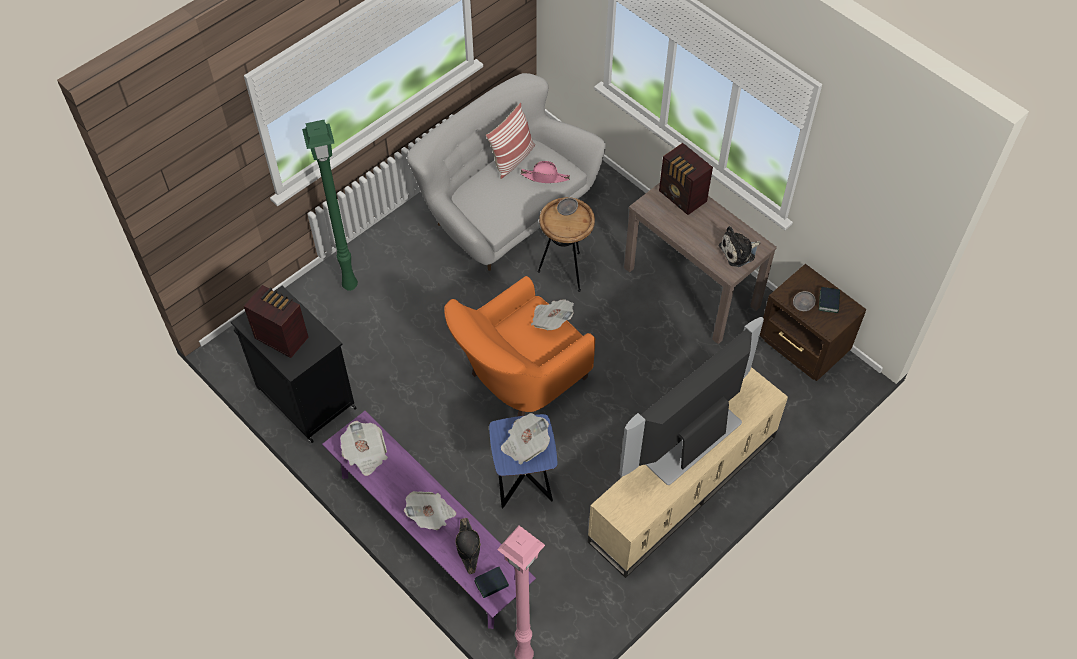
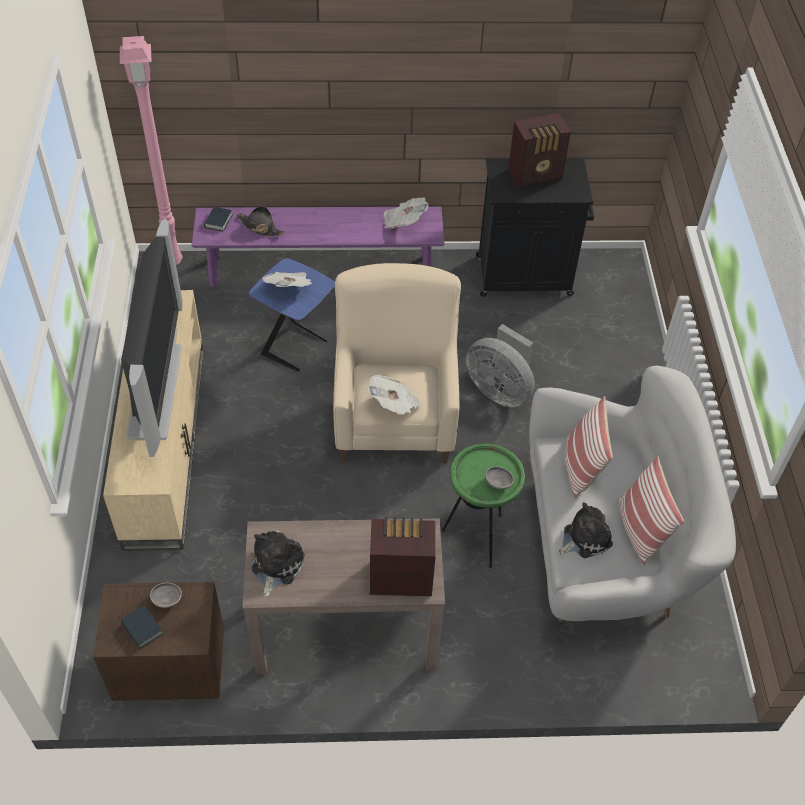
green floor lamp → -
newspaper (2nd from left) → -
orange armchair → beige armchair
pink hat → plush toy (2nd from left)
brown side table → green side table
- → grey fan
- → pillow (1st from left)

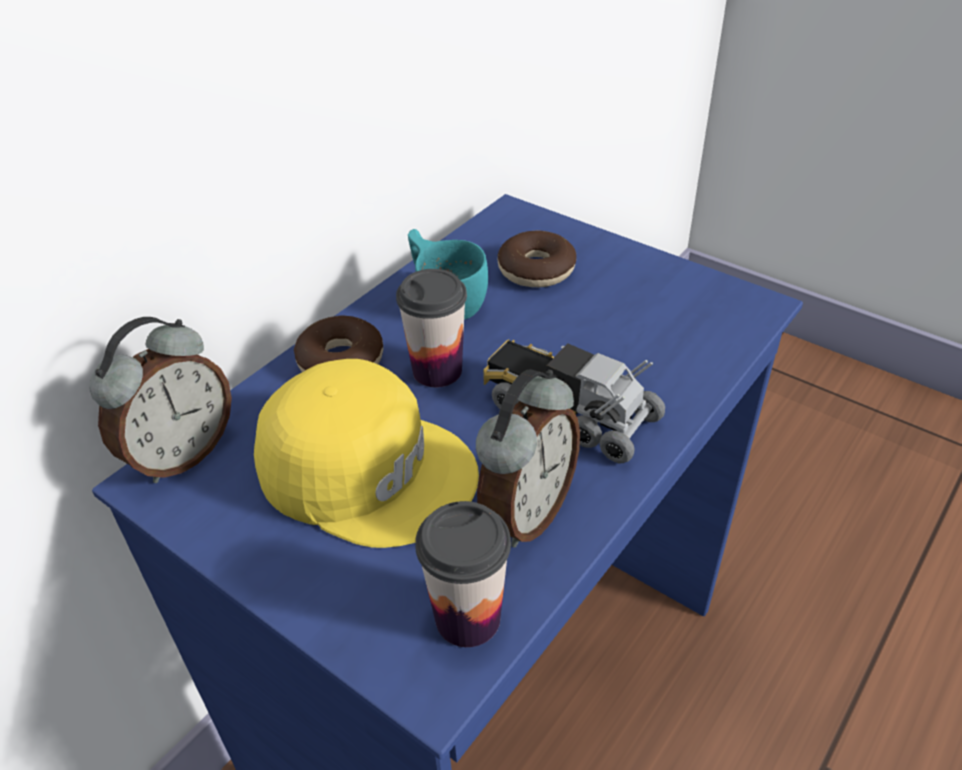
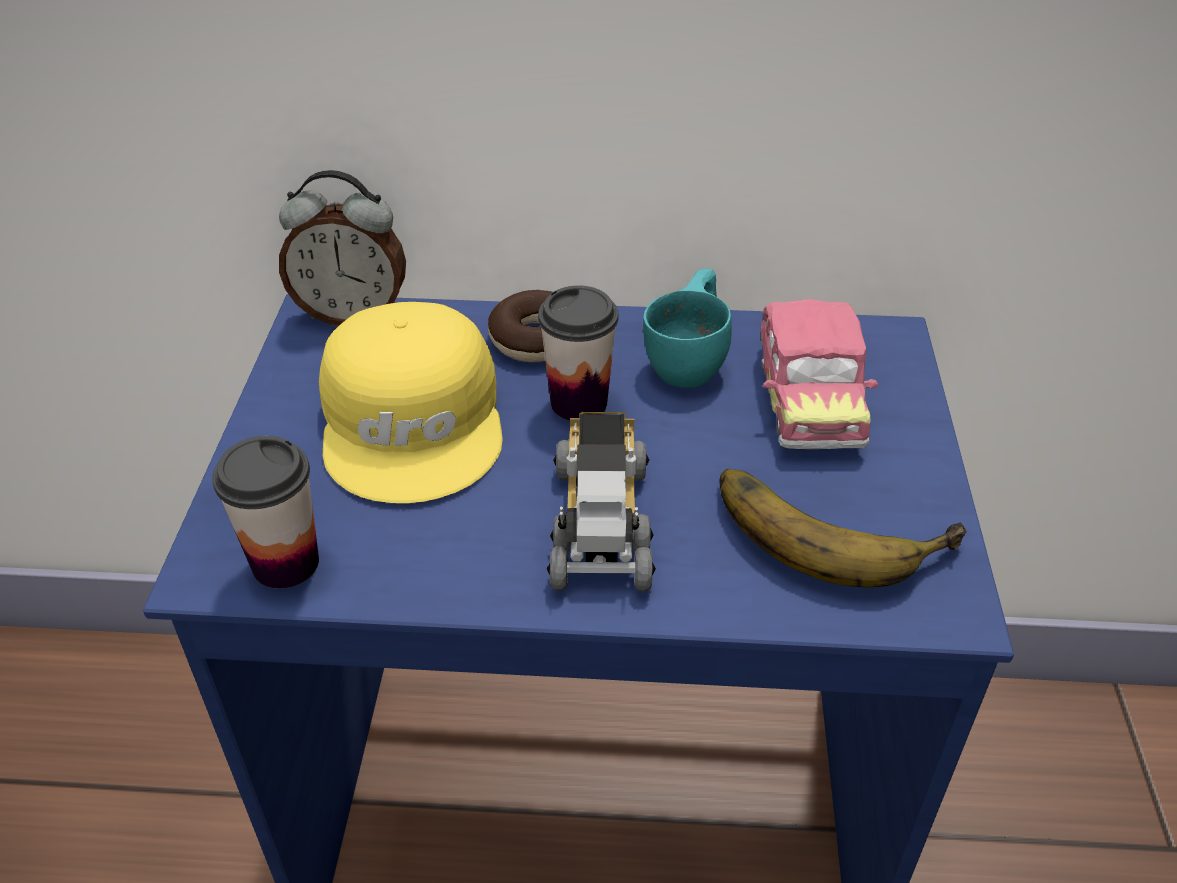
alarm clock (2nd from left) → -
donut (2nd from left) → toy car
- → banana

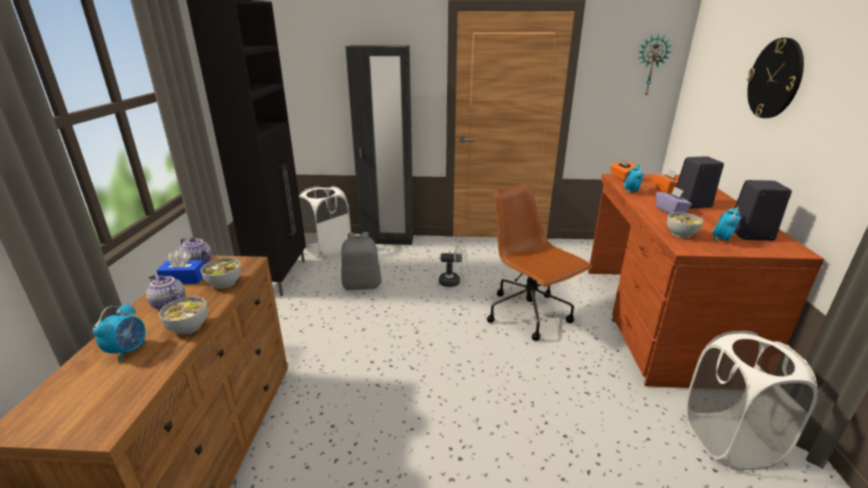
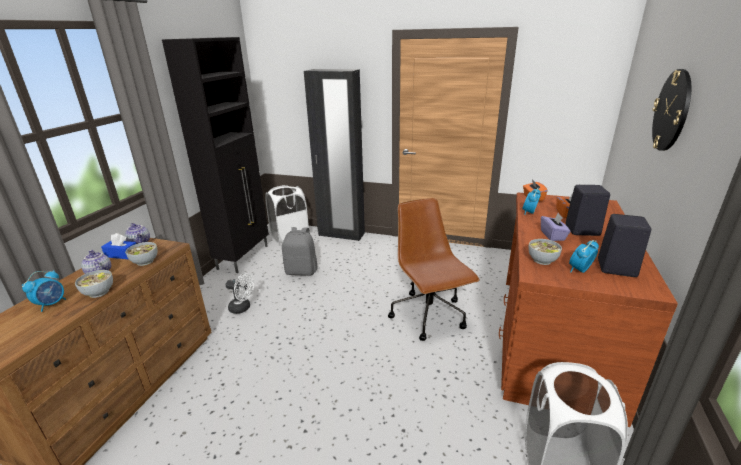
white fan, moved
wall clock (1st from left) → -

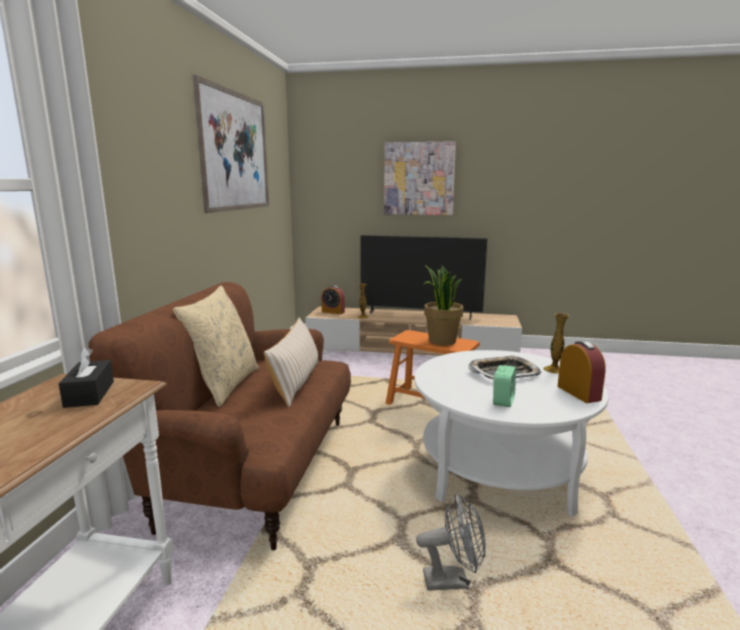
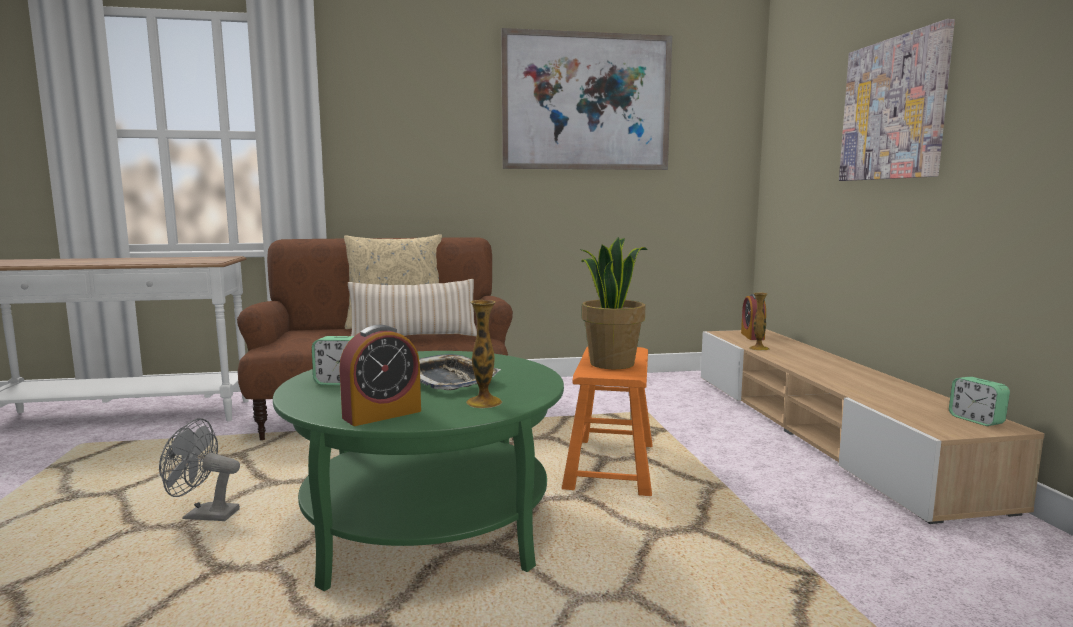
black tissue box → -
television → -
white coffee table → green coffee table
grey fan, 120 degrees clockwise
- → alarm clock (4th from left)

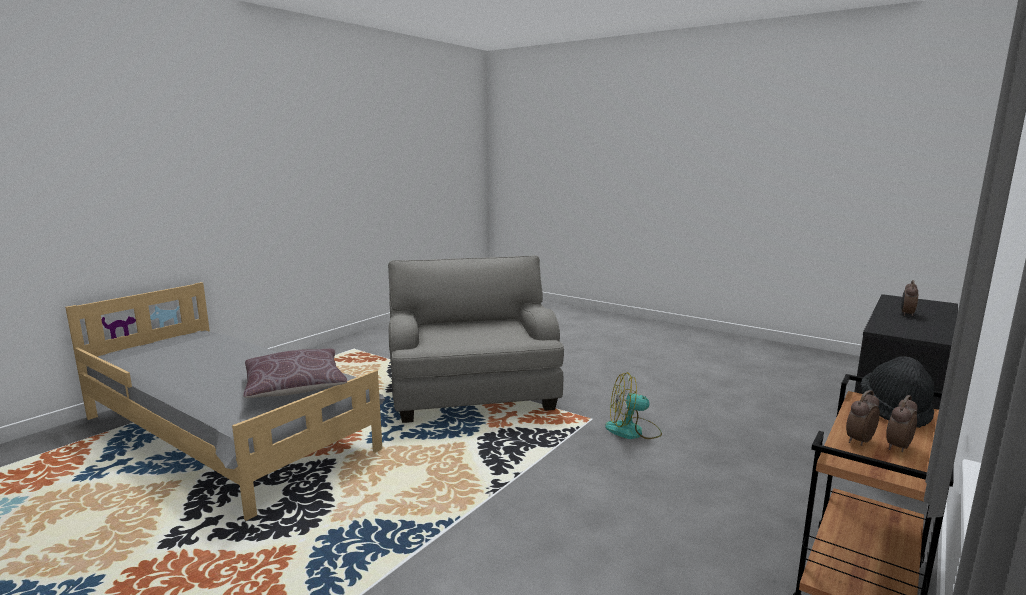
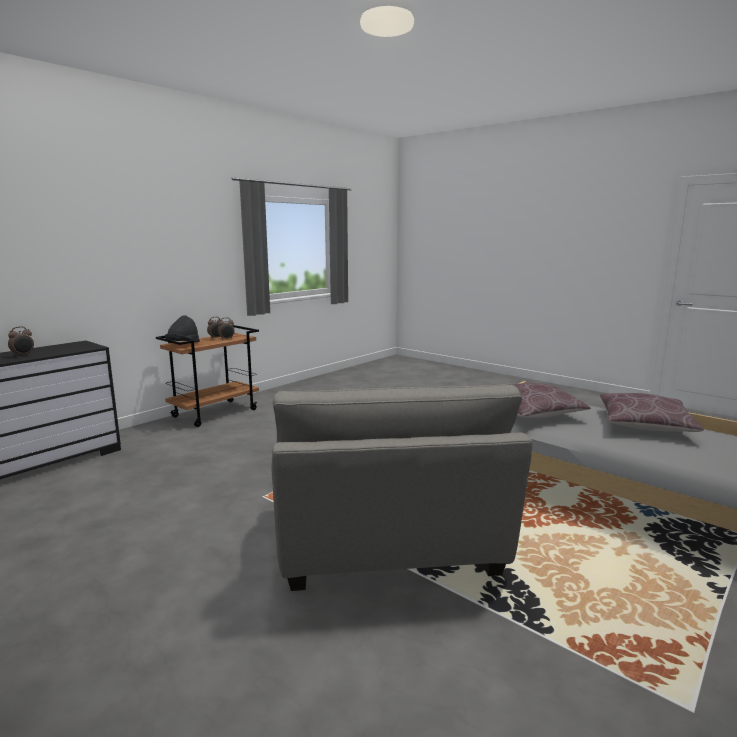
fan → -
- → brown pillow (2nd from left)

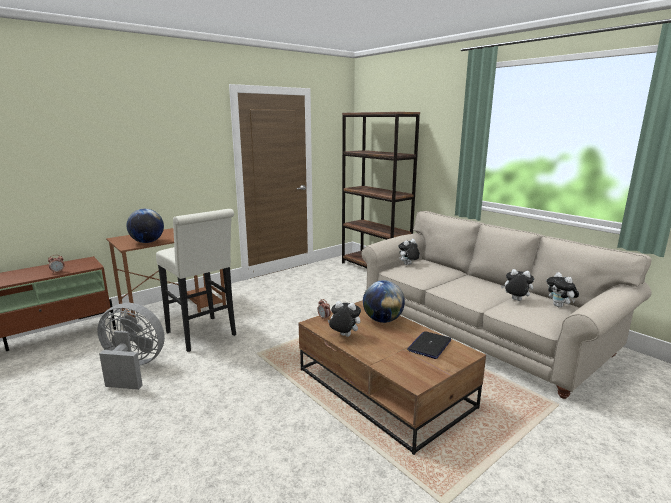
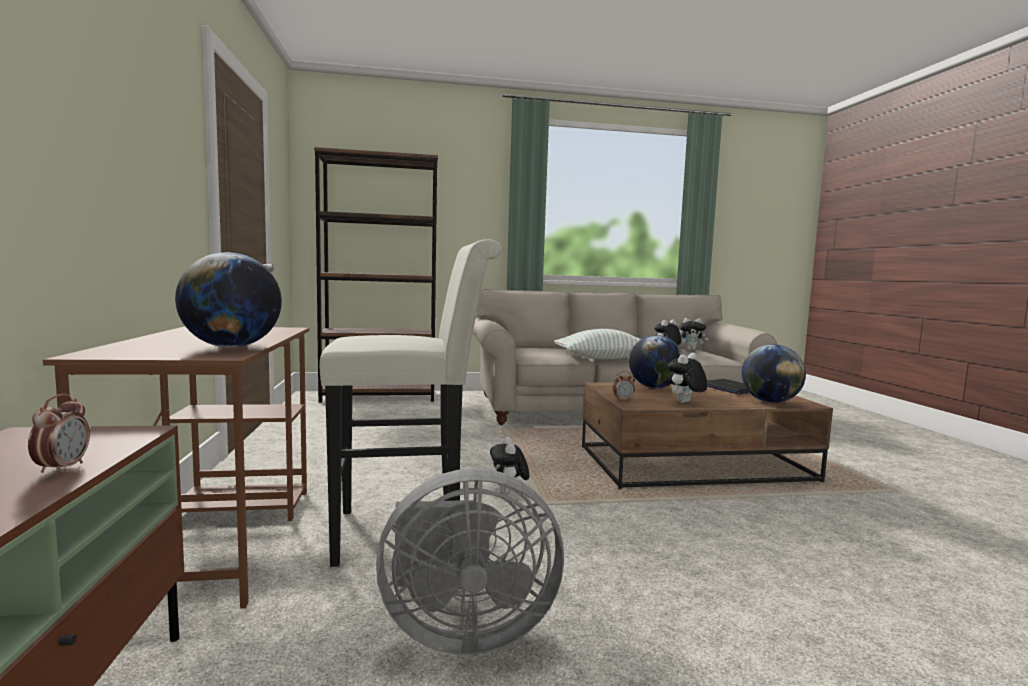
grey fan, 135 degrees counterclockwise
plush toy (2nd from left in the first image) → plush toy (1st from left), moved
- → pillow
- → globe (3rd from left)

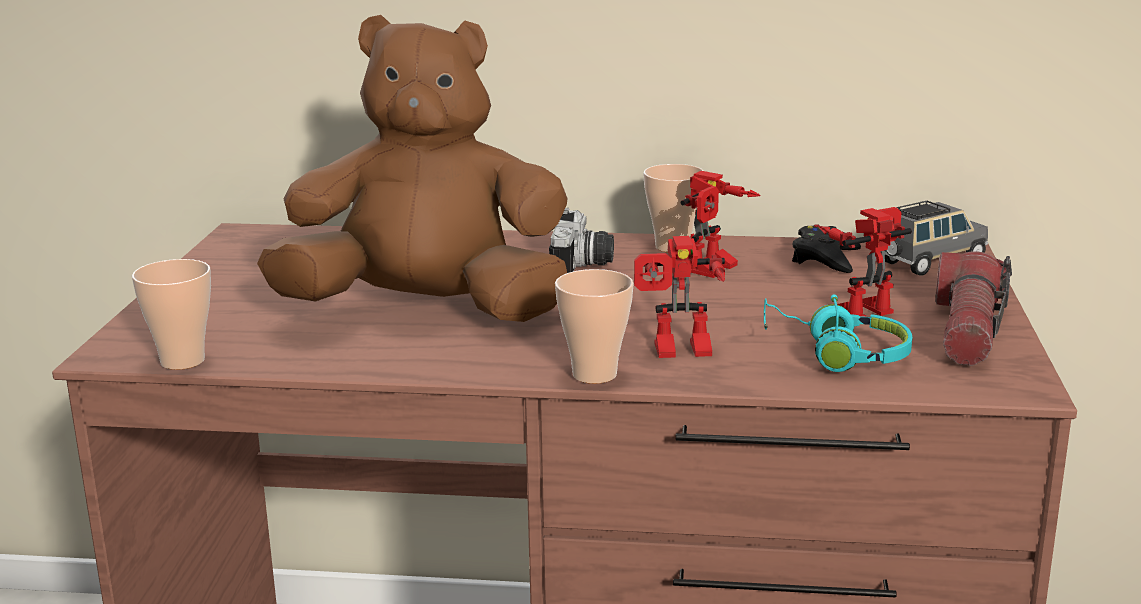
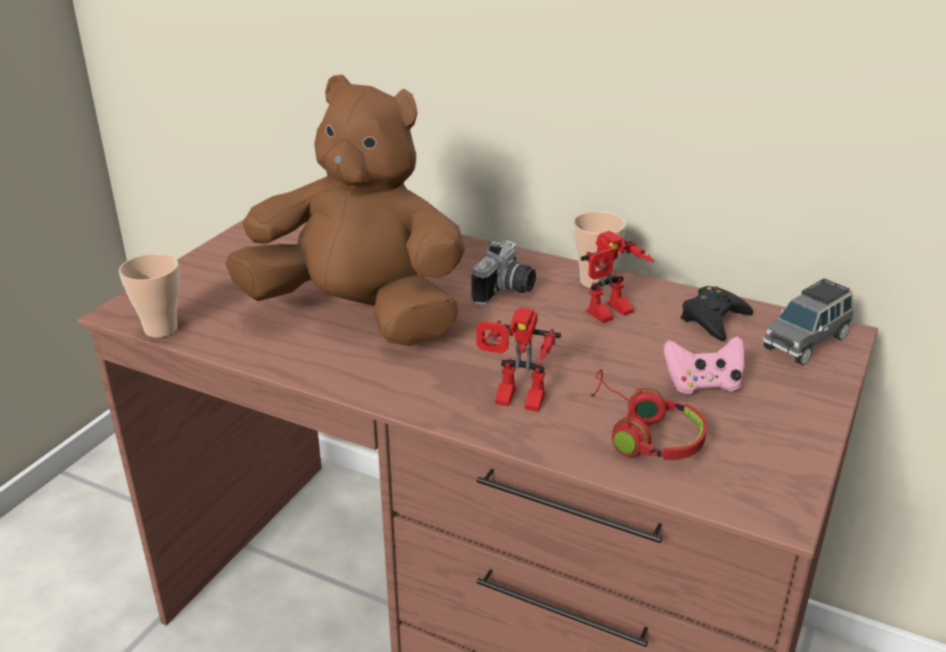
cup (2nd from left) → -
turquoise headphones → red headphones
toy robot (3rd from left) → pink game controller
grey toy car, 150 degrees clockwise
flashlight → -

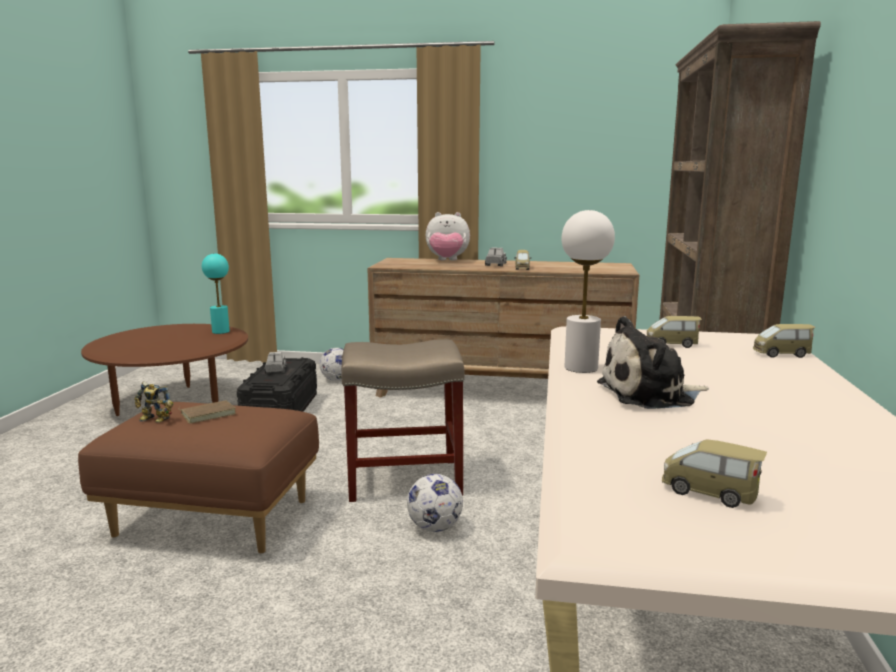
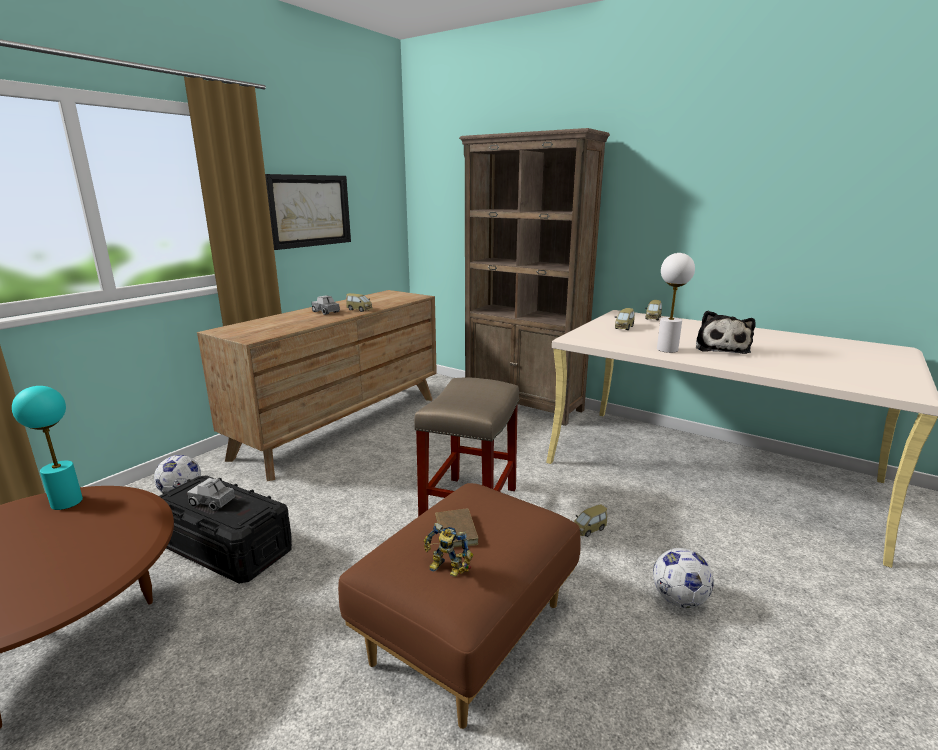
toy robot, 75 degrees clockwise
football (2nd from left), moved
plush toy (1st from left) → -
toy car (3rd from left in the first image) → toy car (2nd from left), moved
- → picture

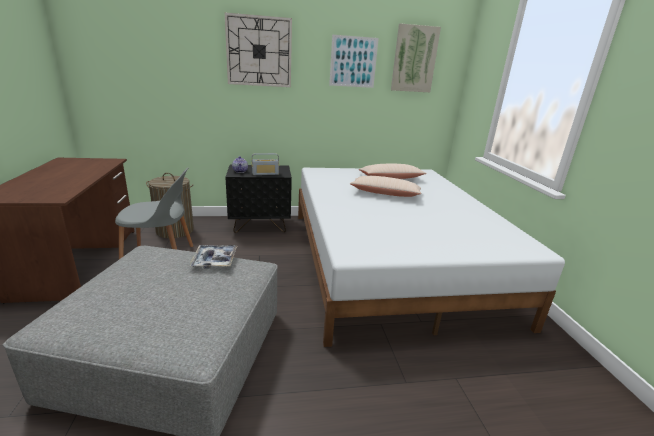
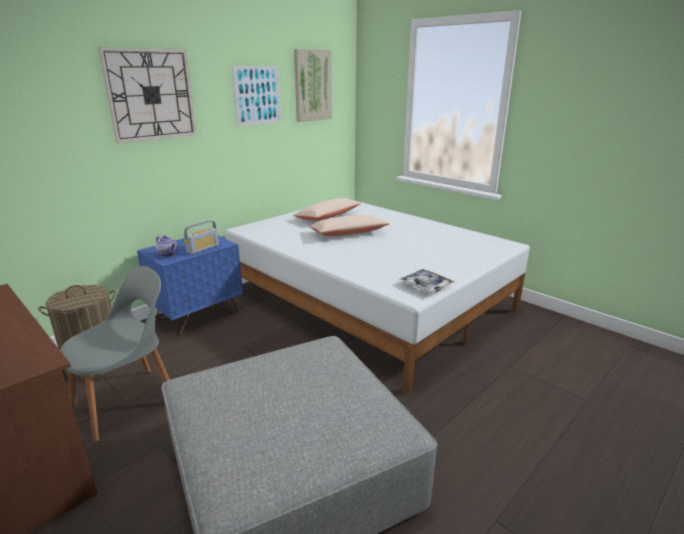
tray, moved
black nightstand → blue nightstand

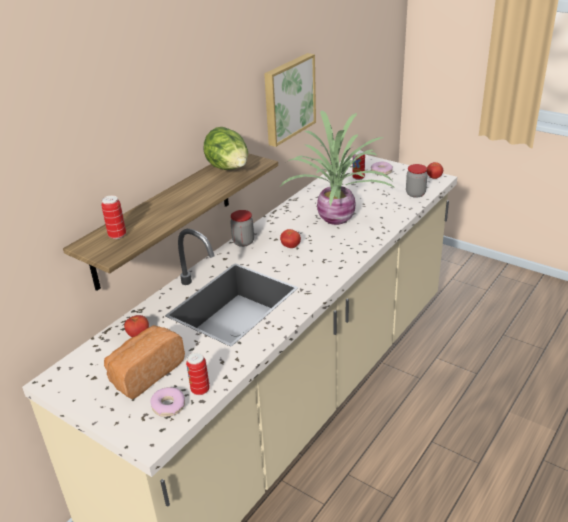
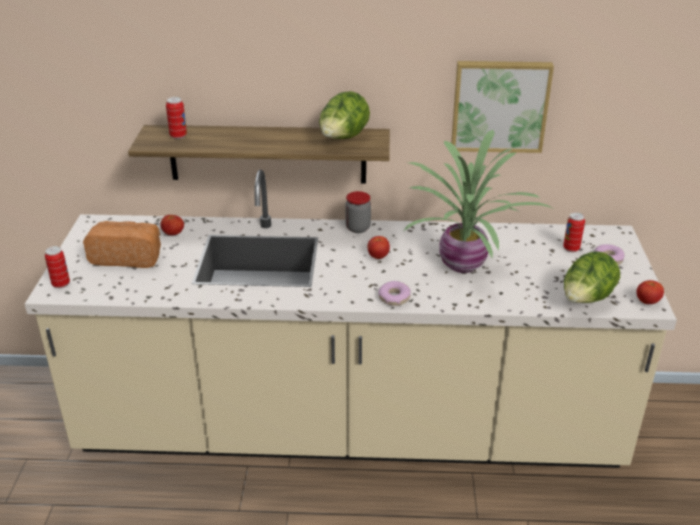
donut (1st from left), moved
can (2nd from left in the first image) → can (1st from left), moved
jar (2nd from left) → lettuce (2nd from left)

